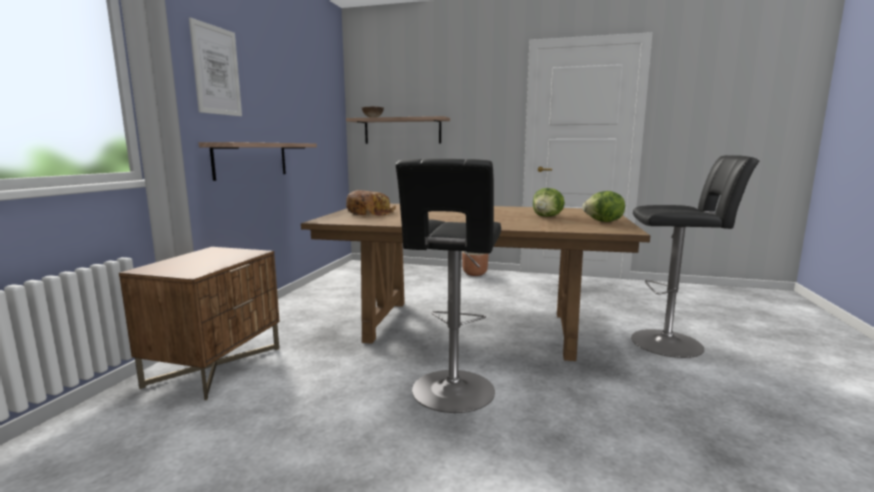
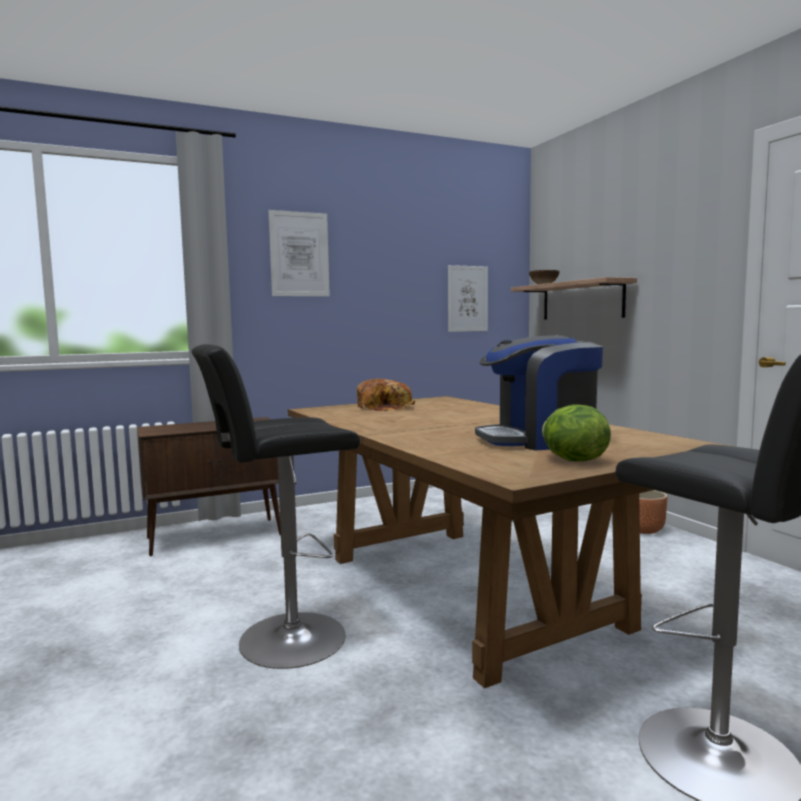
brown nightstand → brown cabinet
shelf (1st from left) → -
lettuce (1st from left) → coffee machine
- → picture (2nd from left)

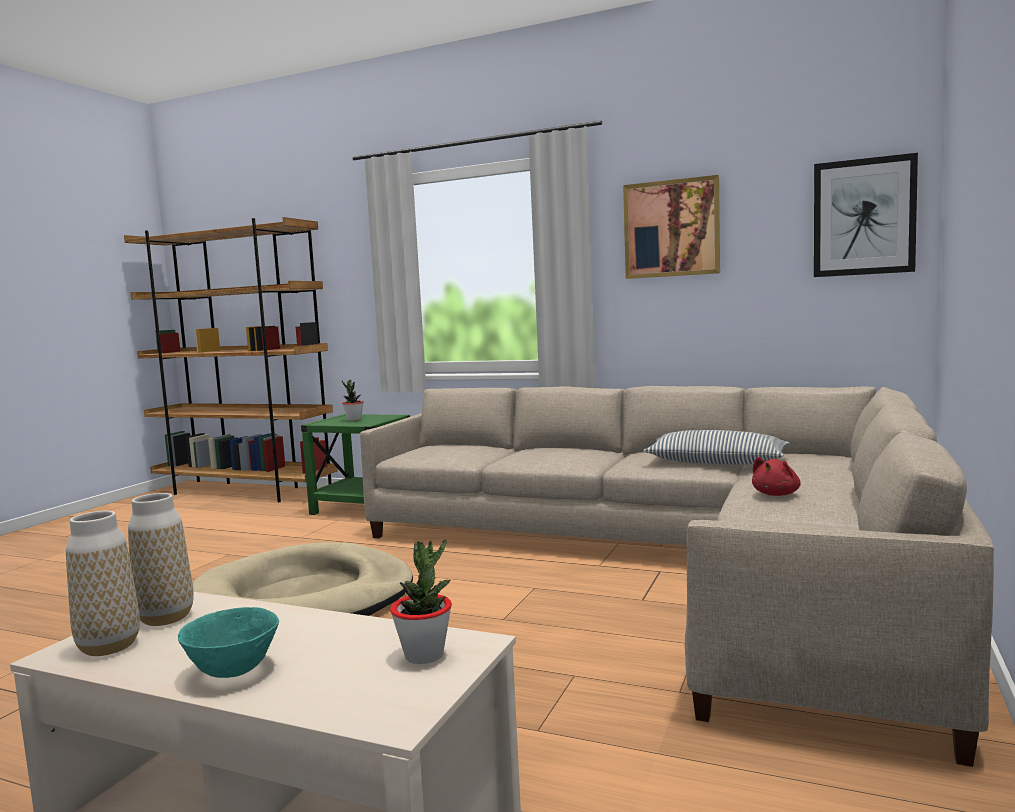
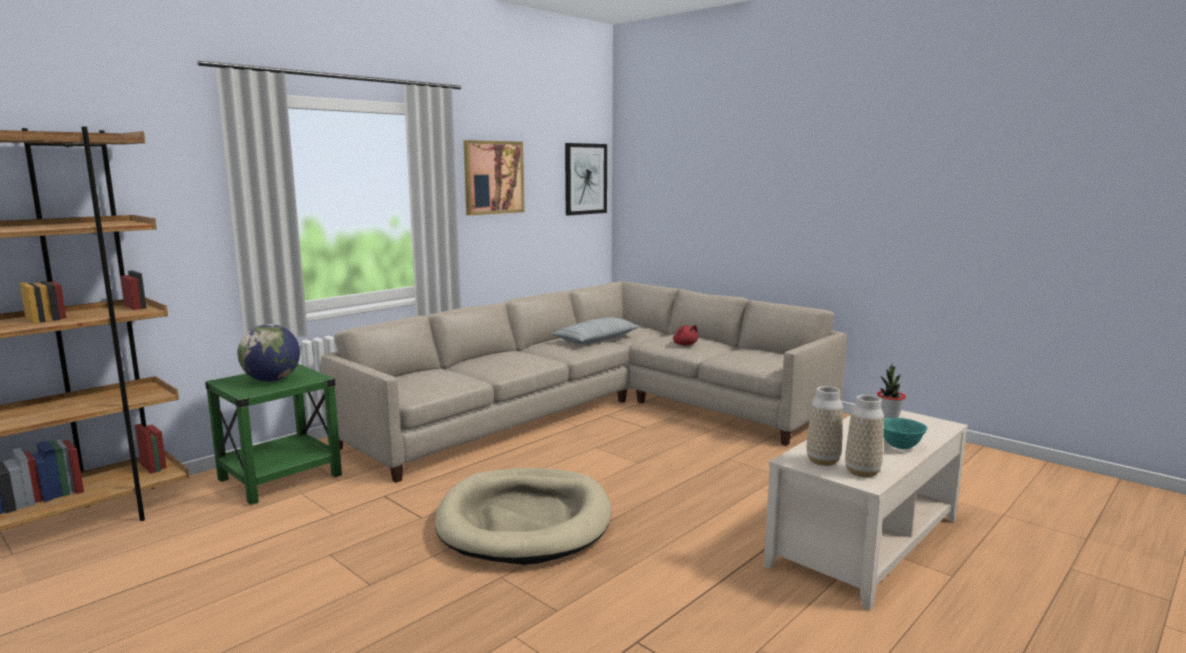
potted plant (1st from left) → globe

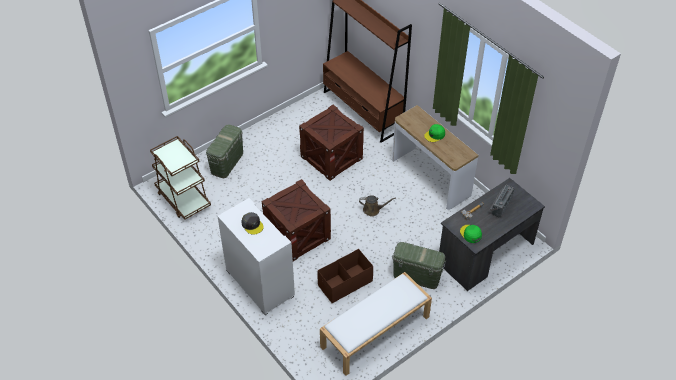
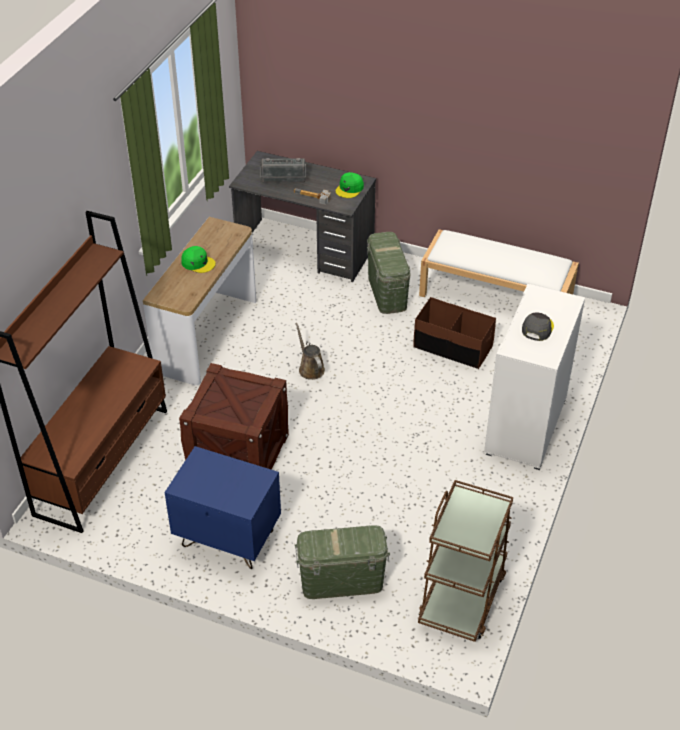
crate (1st from left) → -
- → blue nightstand

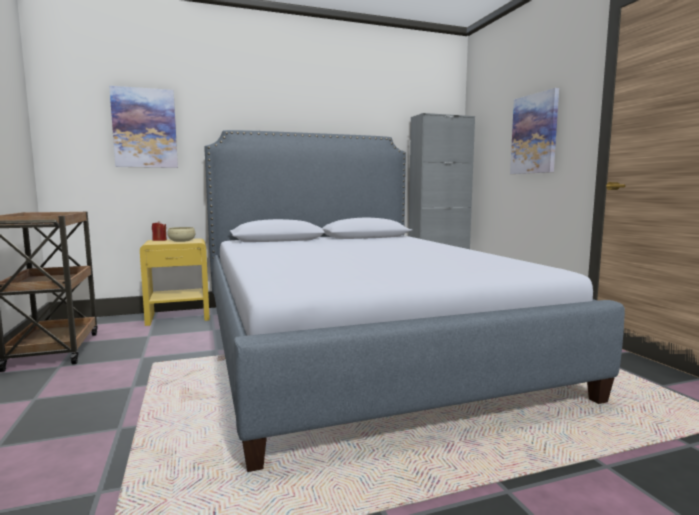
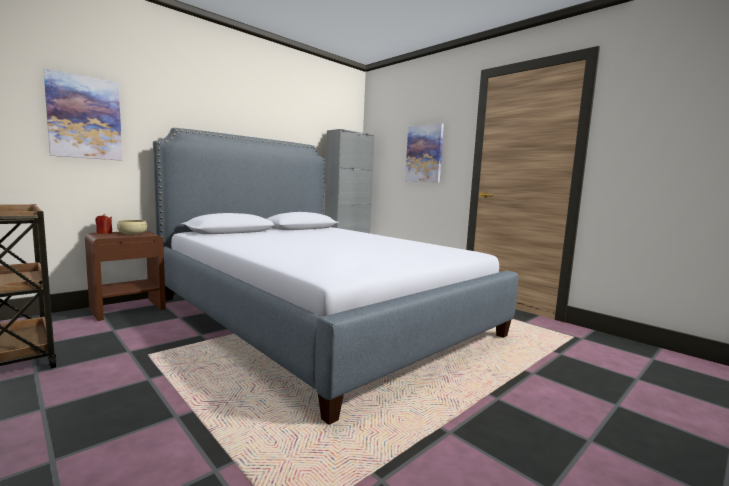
yellow nightstand → brown nightstand

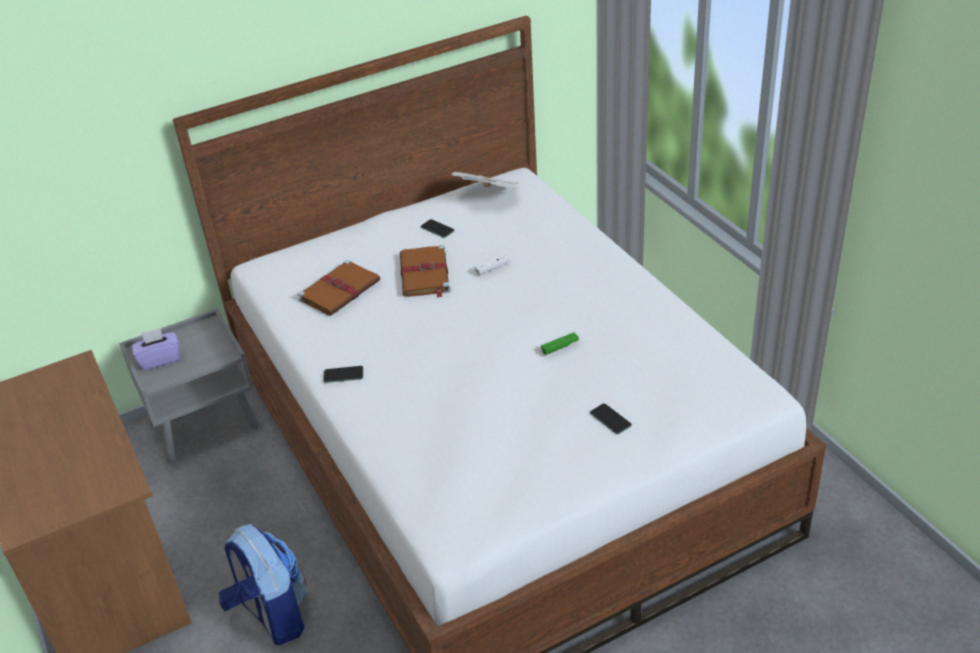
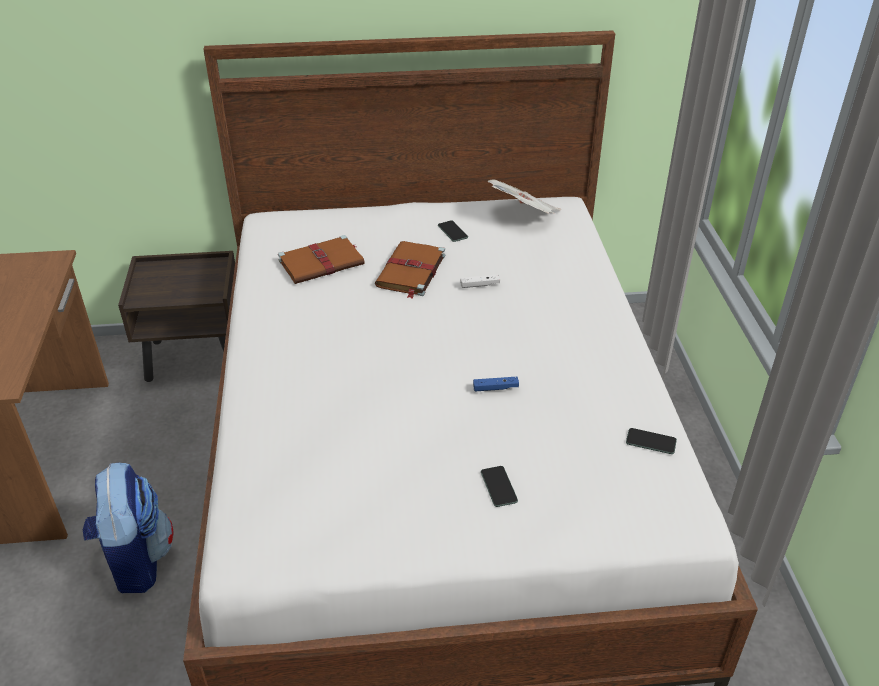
grey nightstand → brown nightstand
purple tissue box → -
phone (1st from left in the first image) → phone (3rd from left), moved
green game controller → blue game controller

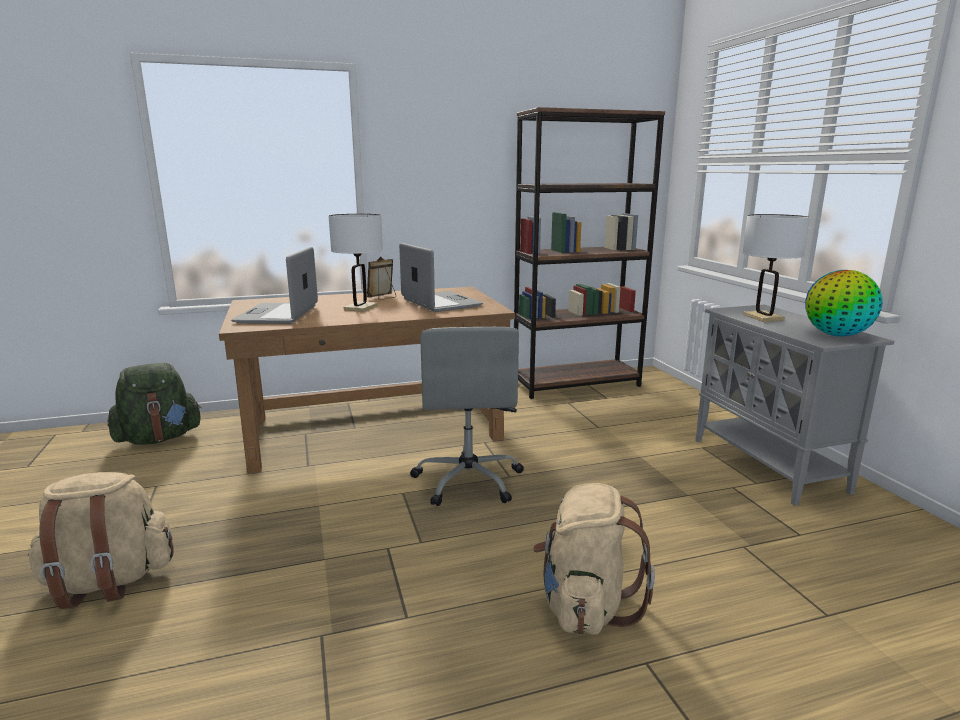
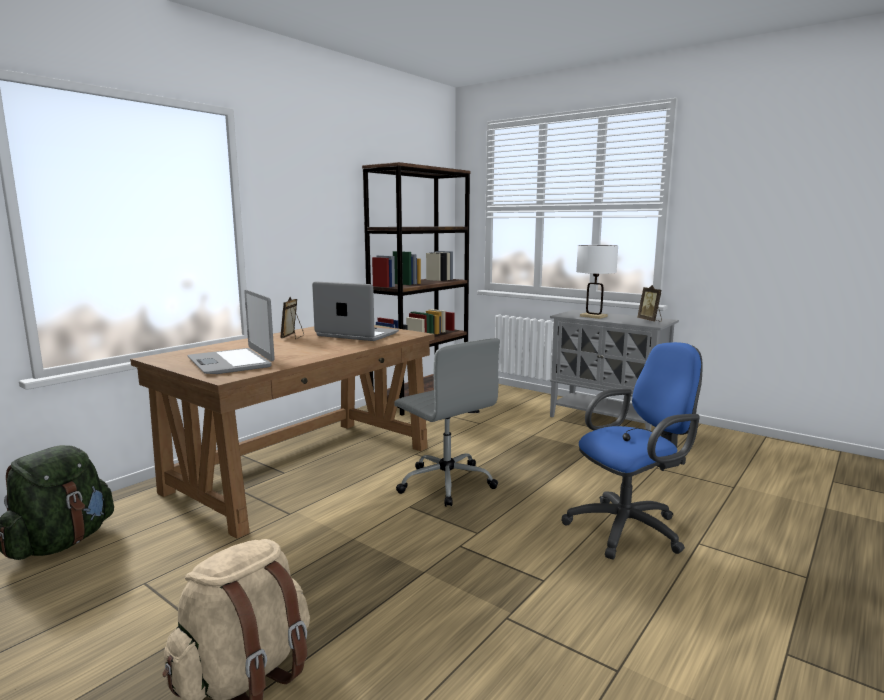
white table lamp (1st from left) → -
beige backpack (2nd from left) → blue office chair
globe → picture frame (2nd from left)

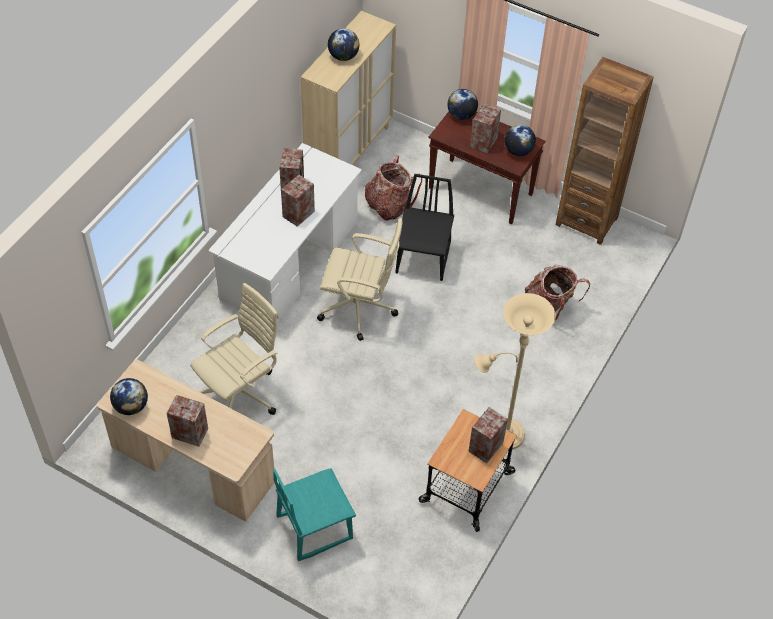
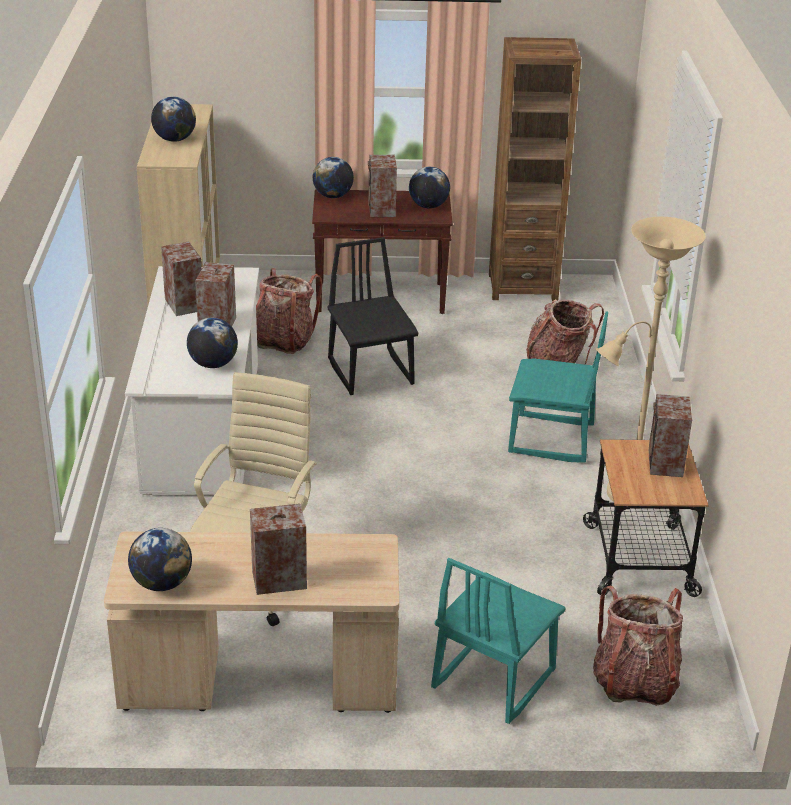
beige office chair (2nd from left) → -
- → globe (3rd from left)
- → turquoise chair (2nd from left)
- → backpack (3rd from left)

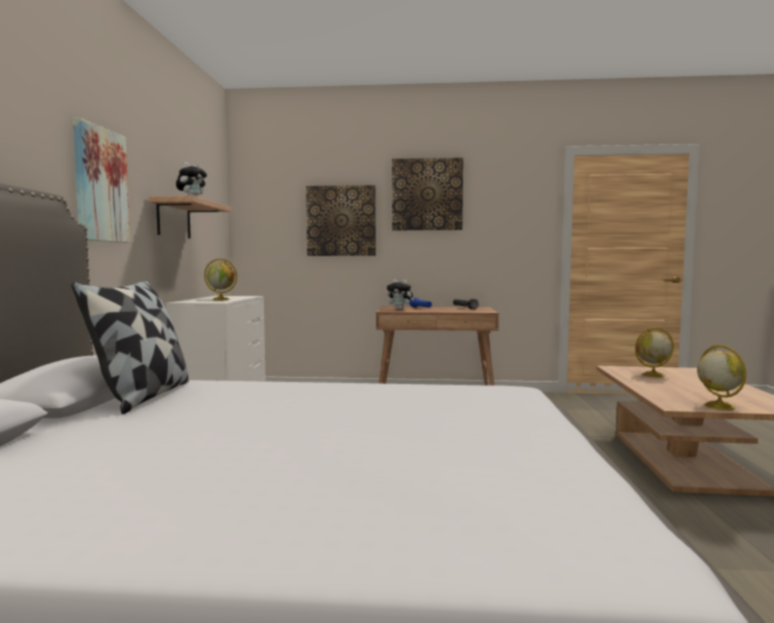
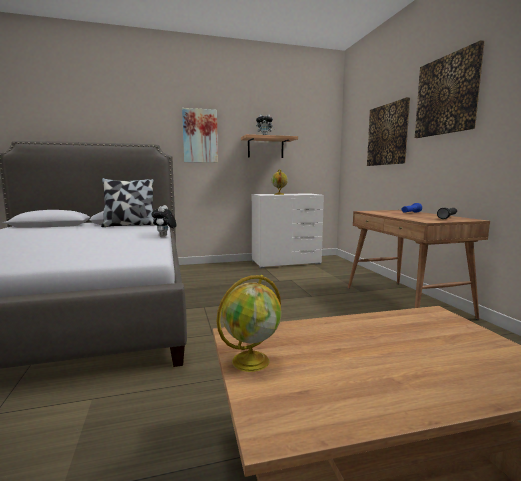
plush toy (2nd from left in the first image) → plush toy (1st from left), moved
globe (2nd from left) → -

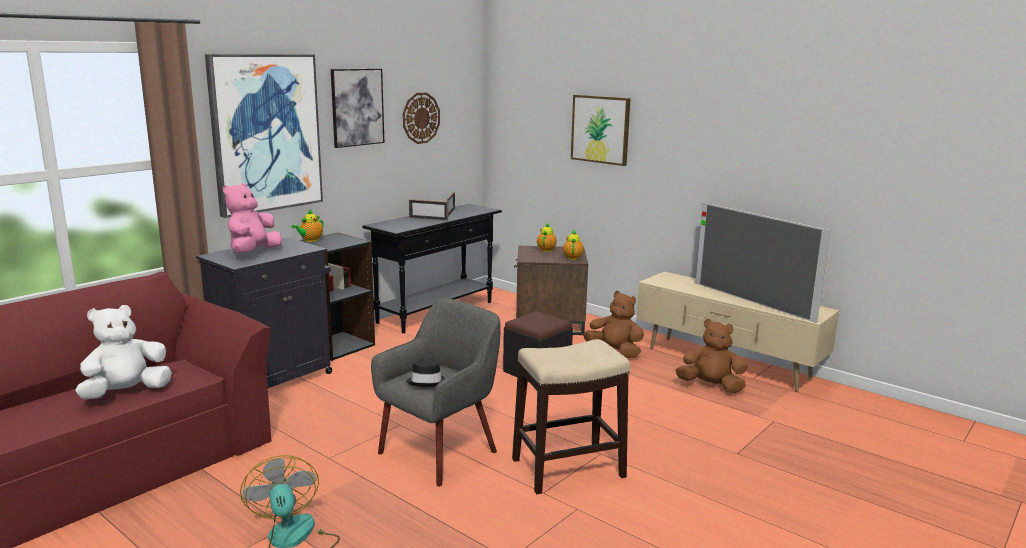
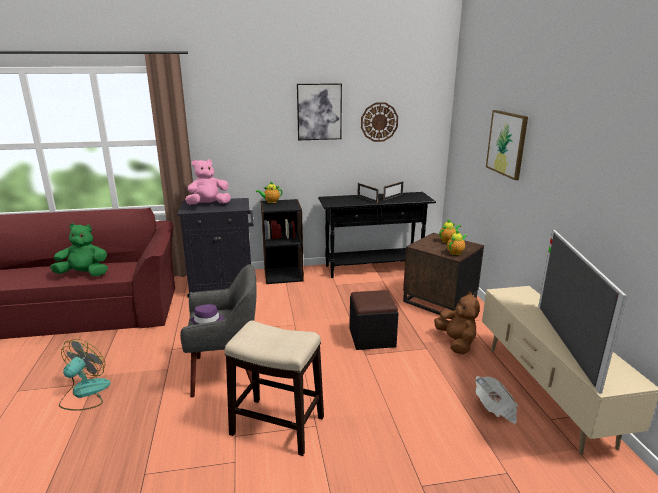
white plush toy → green plush toy
picture (1st from left) → -
black hat → purple hat
brown plush toy (2nd from left) → newspaper

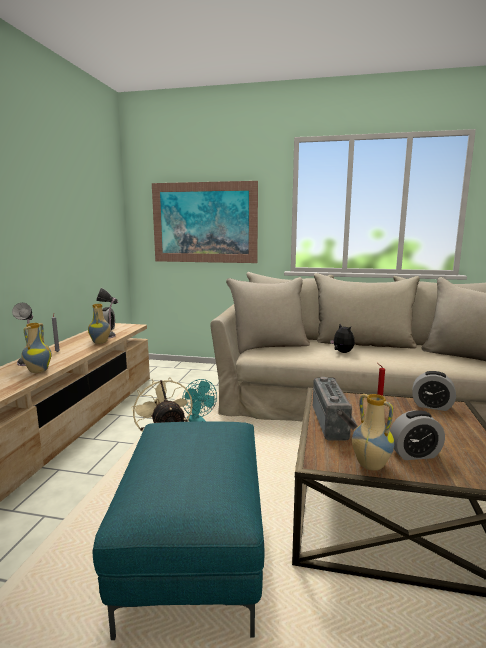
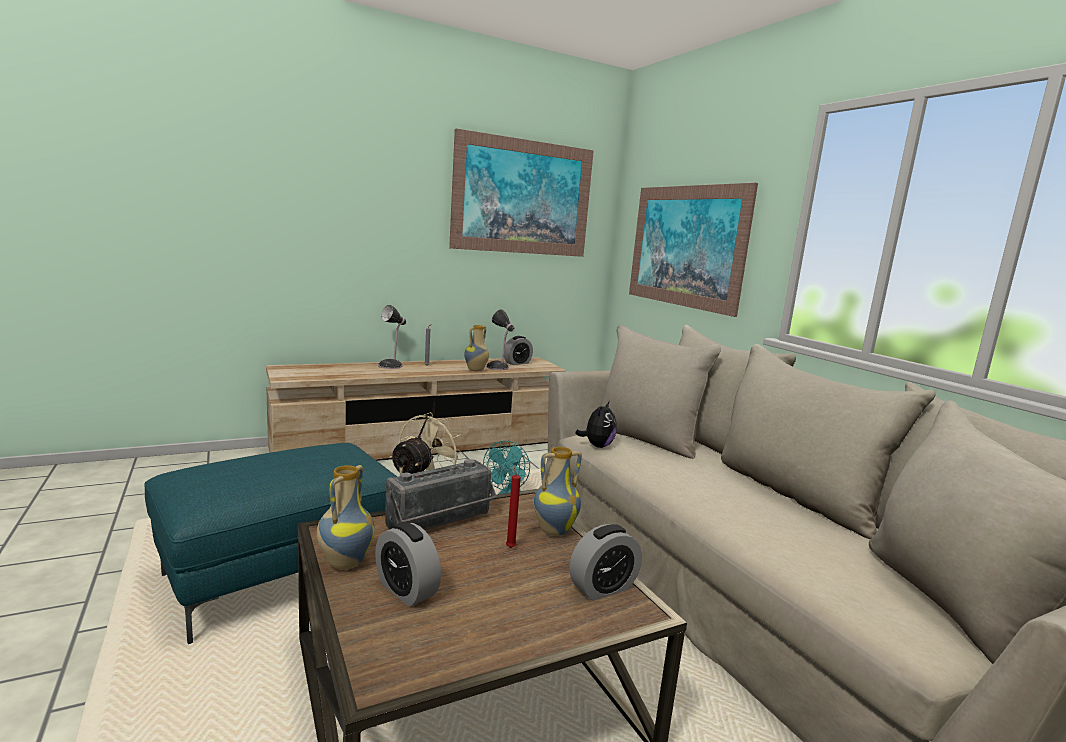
vase (1st from left in the first image) → vase (3rd from left), moved
plush toy, moved
alarm clock (3rd from left), 105 degrees counterclockwise
- → picture (1st from left)

